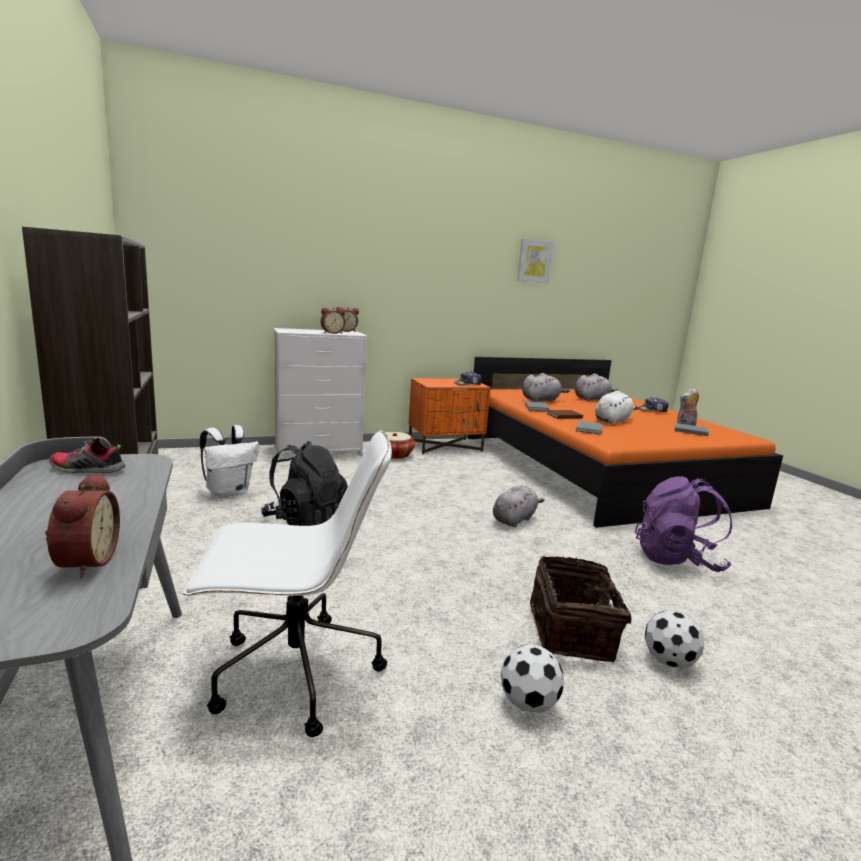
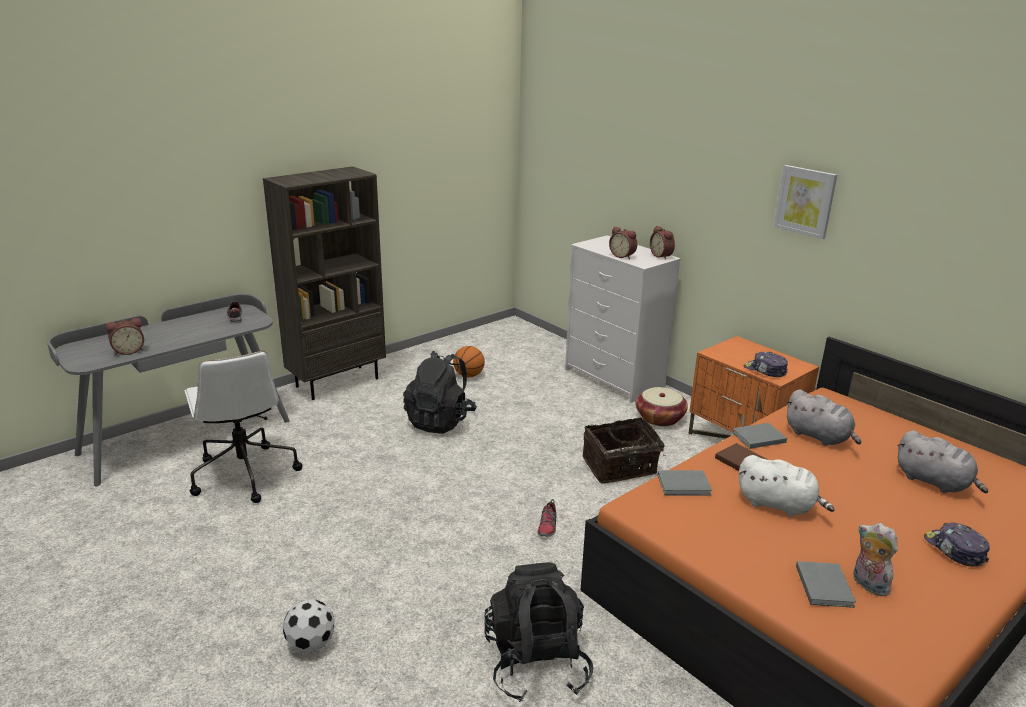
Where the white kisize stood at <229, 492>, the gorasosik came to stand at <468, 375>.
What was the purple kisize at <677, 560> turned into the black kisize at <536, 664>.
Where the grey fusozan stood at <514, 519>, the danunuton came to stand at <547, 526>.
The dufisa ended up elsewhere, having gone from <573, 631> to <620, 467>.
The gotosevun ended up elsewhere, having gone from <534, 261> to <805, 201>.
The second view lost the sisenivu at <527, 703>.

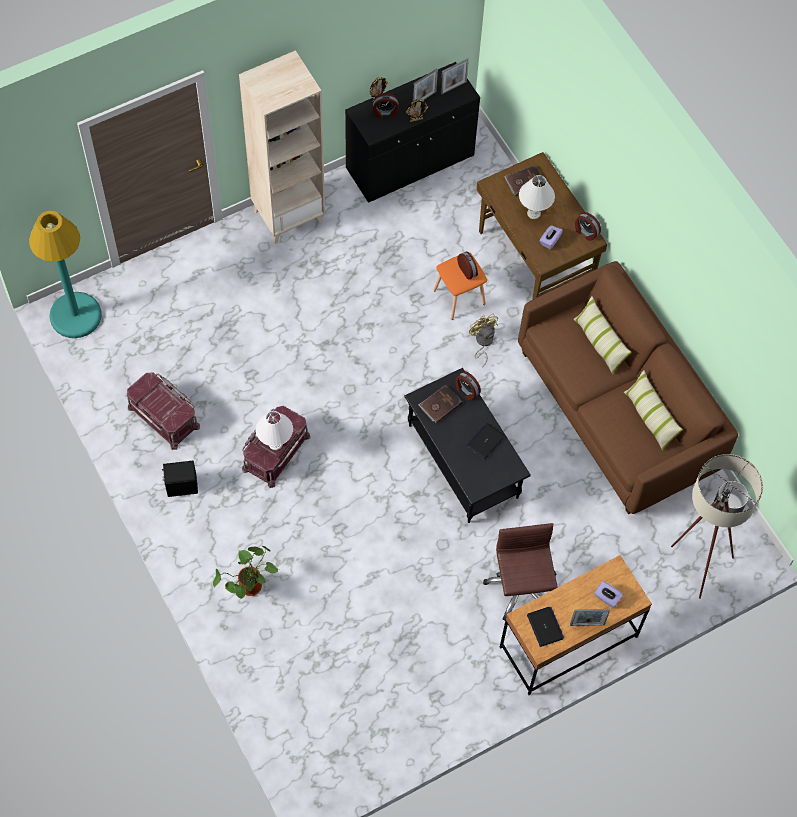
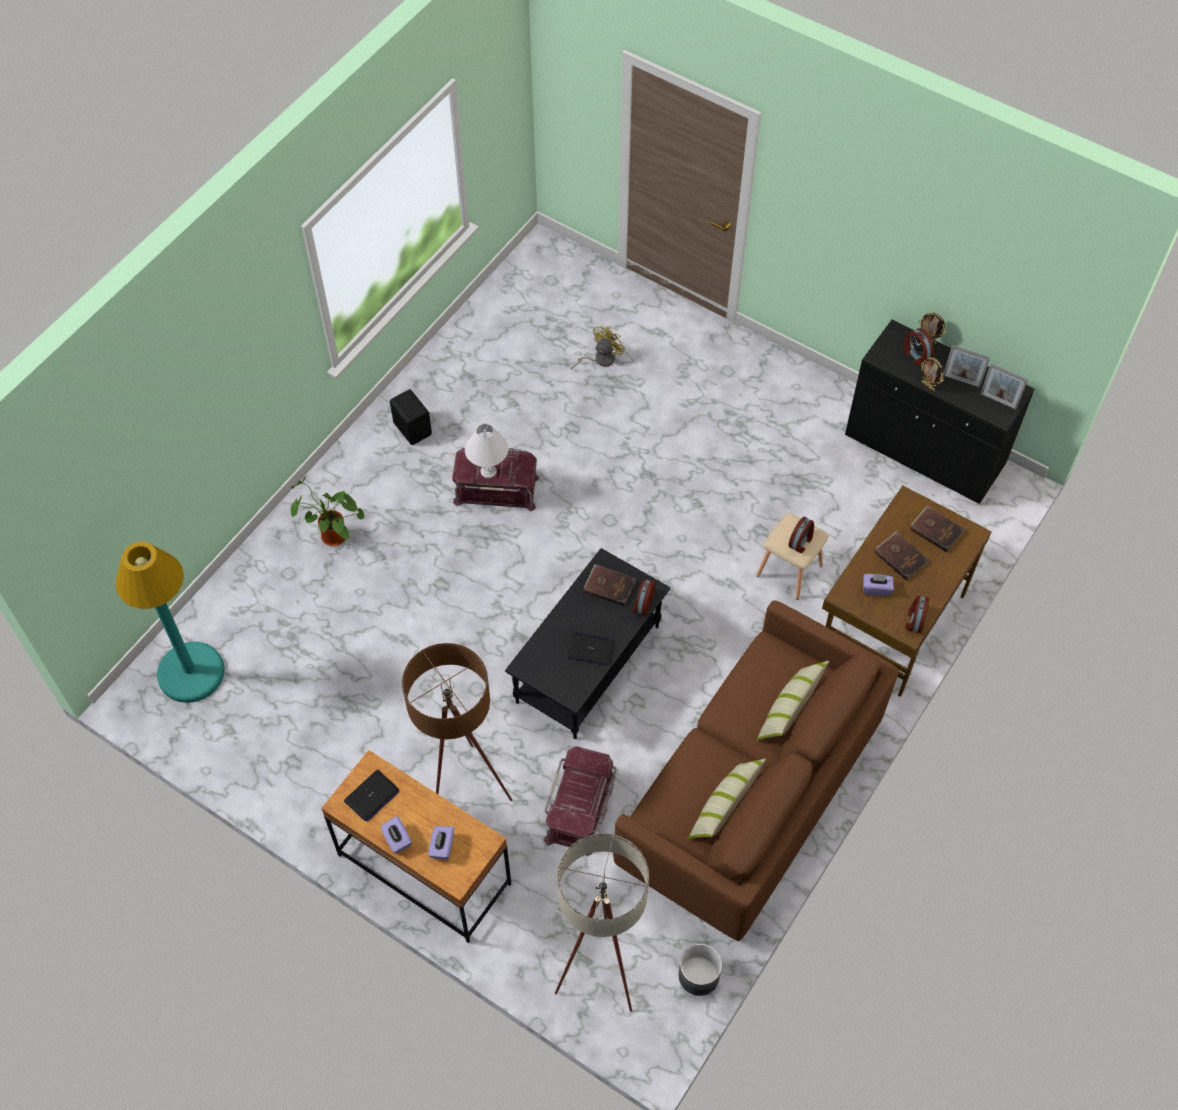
The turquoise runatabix ended up elsewhere, having gone from <75, 315> to <191, 672>.
Where the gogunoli stood at <587, 624>, the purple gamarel came to stand at <397, 839>.
Where the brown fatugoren stood at <520, 588>, the brown runatabix came to stand at <464, 790>.
The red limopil ended up elsewhere, having gone from <164, 416> to <581, 808>.
The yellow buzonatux ended up elsewhere, having gone from <482, 342> to <600, 359>.
What was the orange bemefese at <458, 296> turned into the beige bemefese at <789, 569>.
Where the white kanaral stood at <533, 213>, the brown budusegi came to stand at <901, 557>.
The second view lost the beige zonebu at <288, 215>.

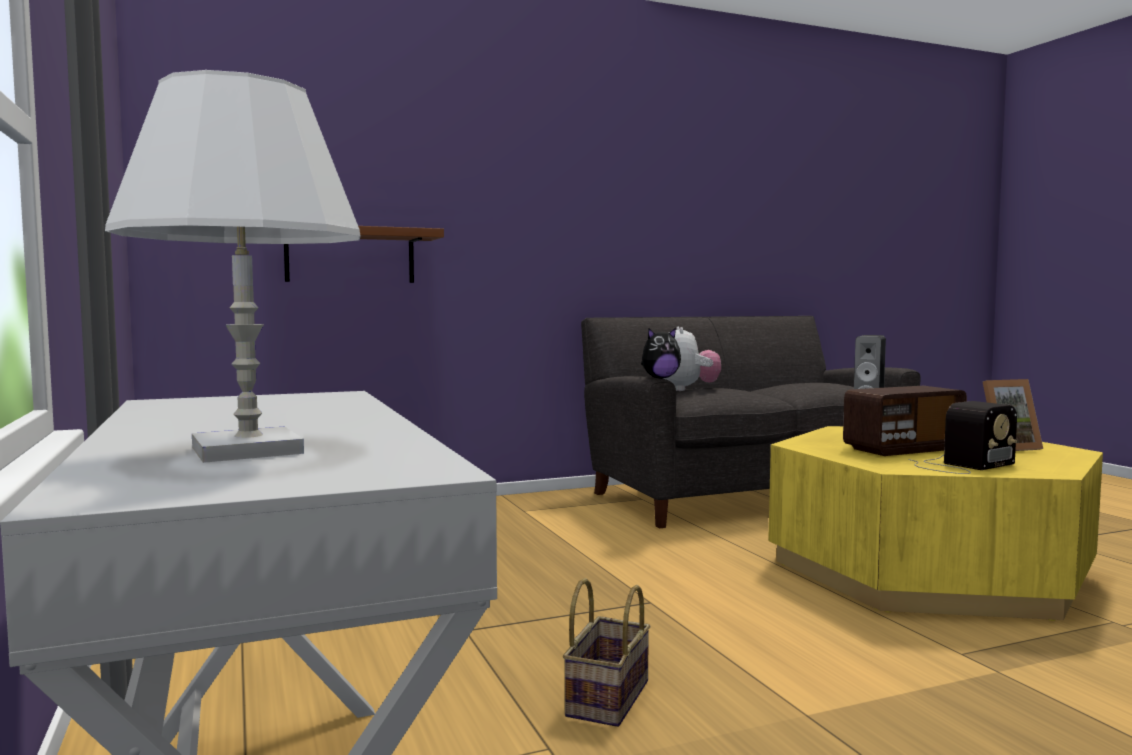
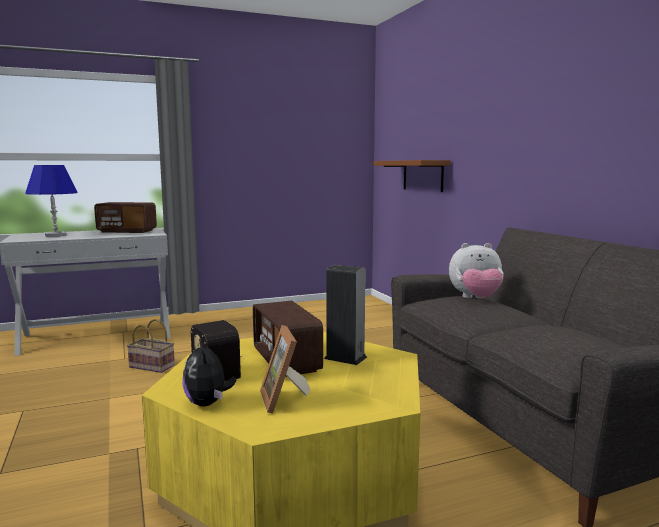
What was the white kanaral at <248, 450> turned into the blue kanaral at <55, 235>.
The second view gained the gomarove at <127, 231>.
The fusozan ended up elsewhere, having gone from <660, 378> to <208, 403>.

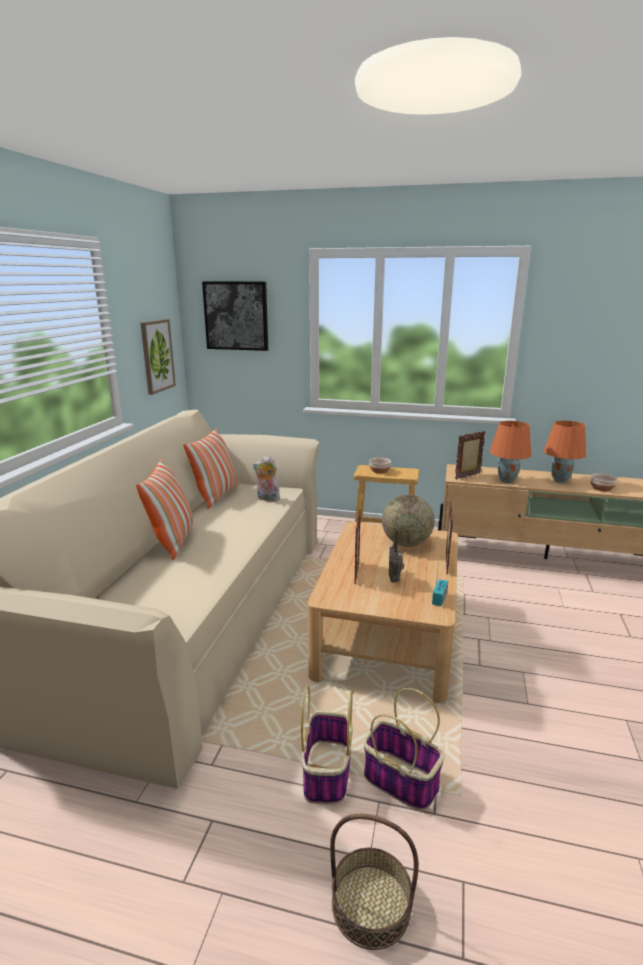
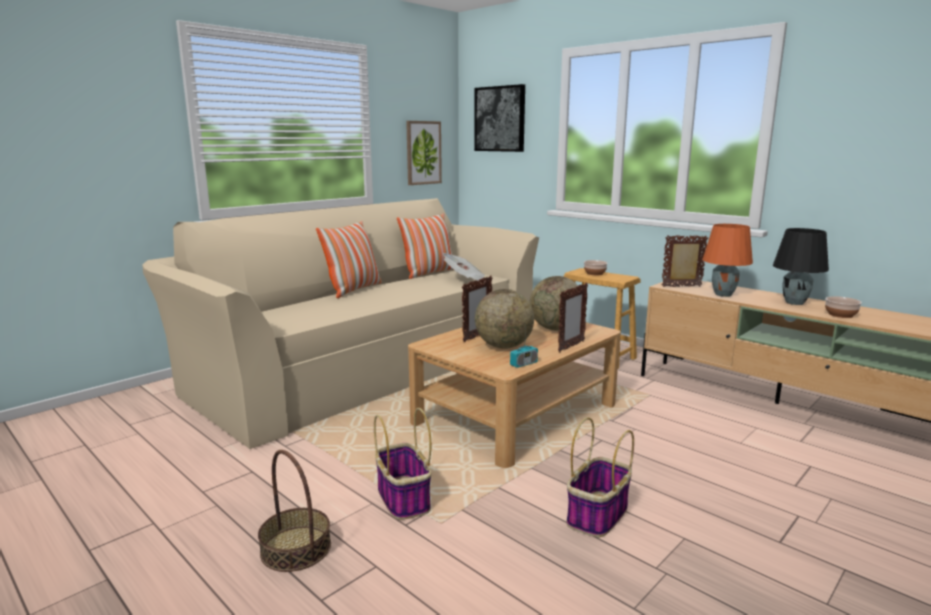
Where the fusozan stood at <267, 499>, the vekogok came to stand at <465, 280>.
Where the gomarove stood at <395, 580>, the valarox came to stand at <503, 346>.
The dufisa ended up elsewhere, having gone from <327, 773> to <597, 515>.
What was the orange kanaral at <560, 480> turned into the black kanaral at <795, 303>.

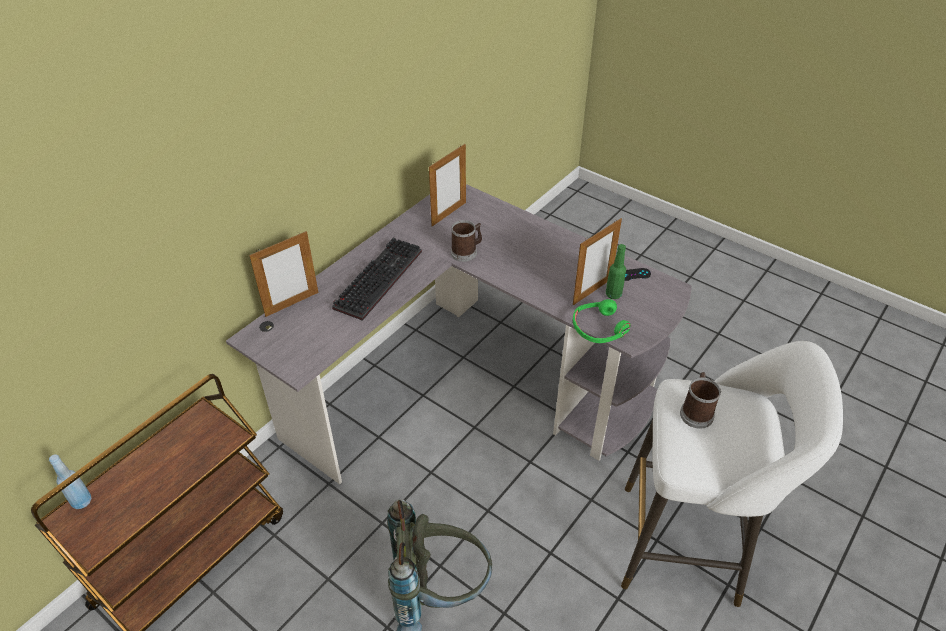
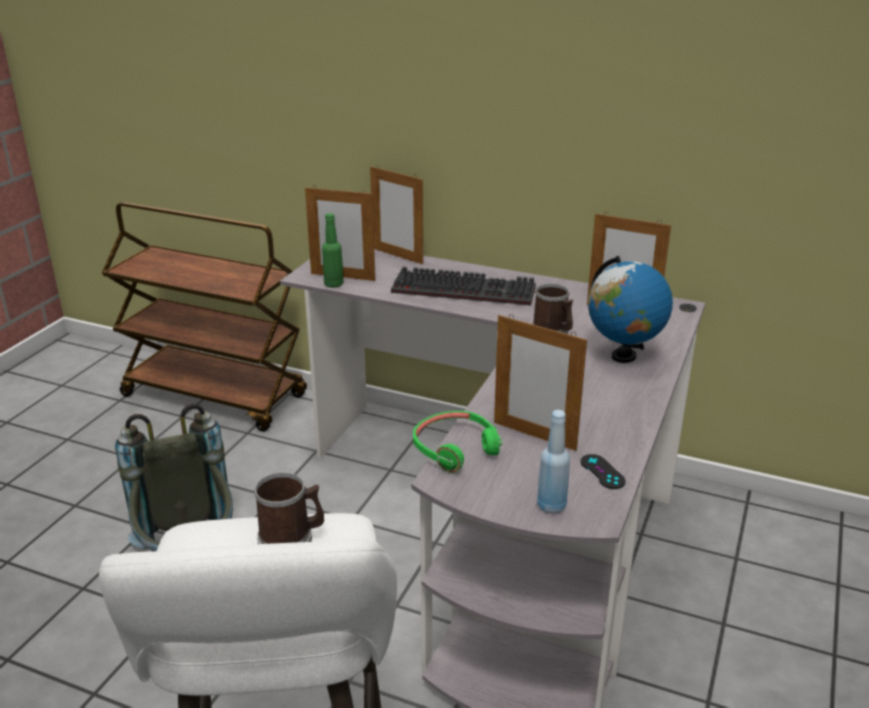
The second view gained the gogunoli at <343, 277>.
The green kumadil ended up elsewhere, having gone from <613, 294> to <333, 284>.
The blue kumadil ended up elsewhere, having gone from <82, 501> to <551, 506>.
The second view gained the valarox at <623, 356>.

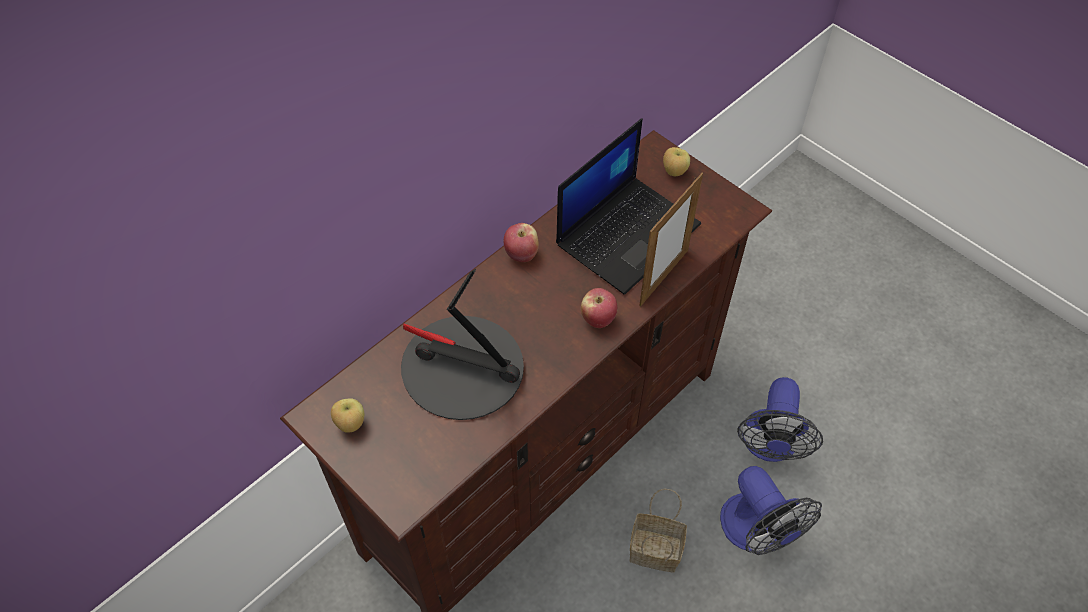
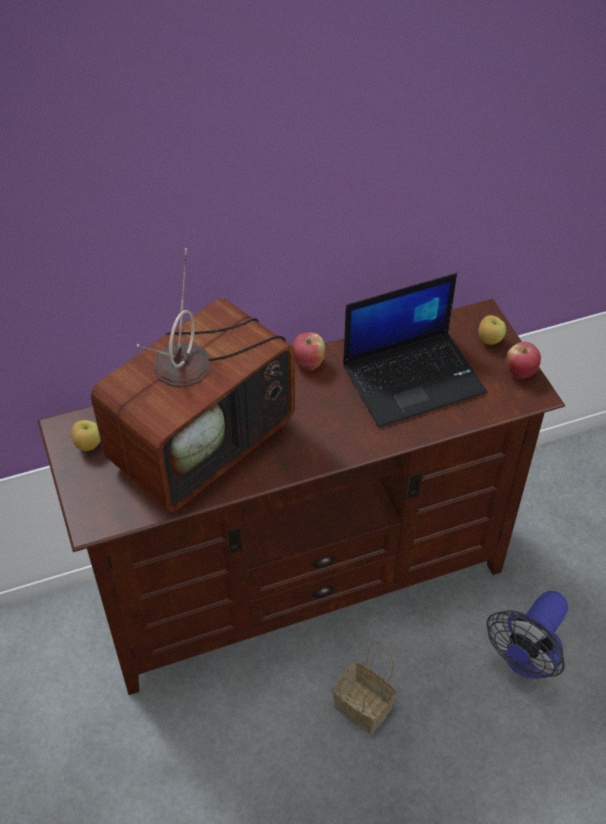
Where the kanaral stood at <462, 370>, the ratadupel came to stand at <202, 437>.
The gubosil ended up elsewhere, having gone from <597, 319> to <520, 372>.
The second view lost the gogunoli at <664, 277>.
The second view lost the buzonatux at <757, 532>.

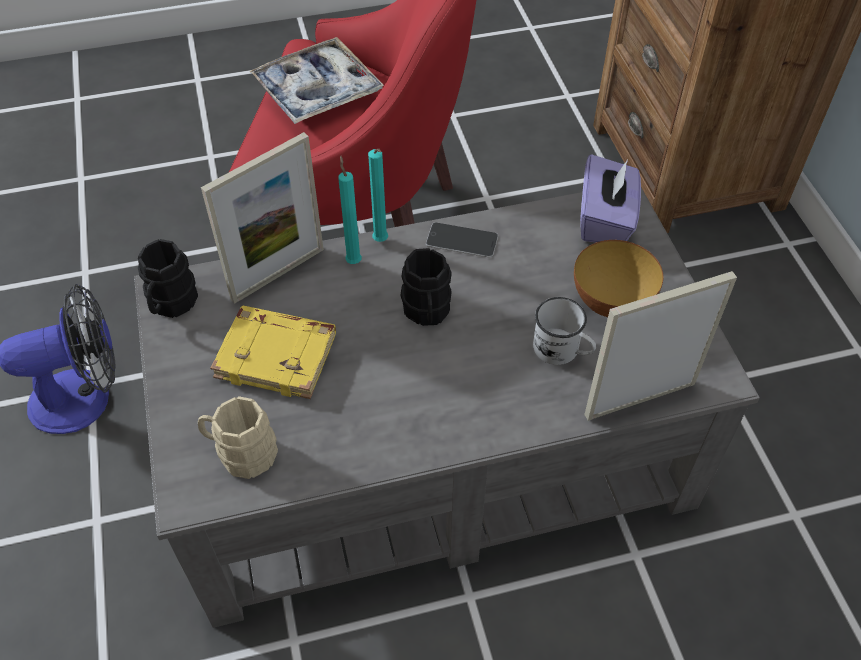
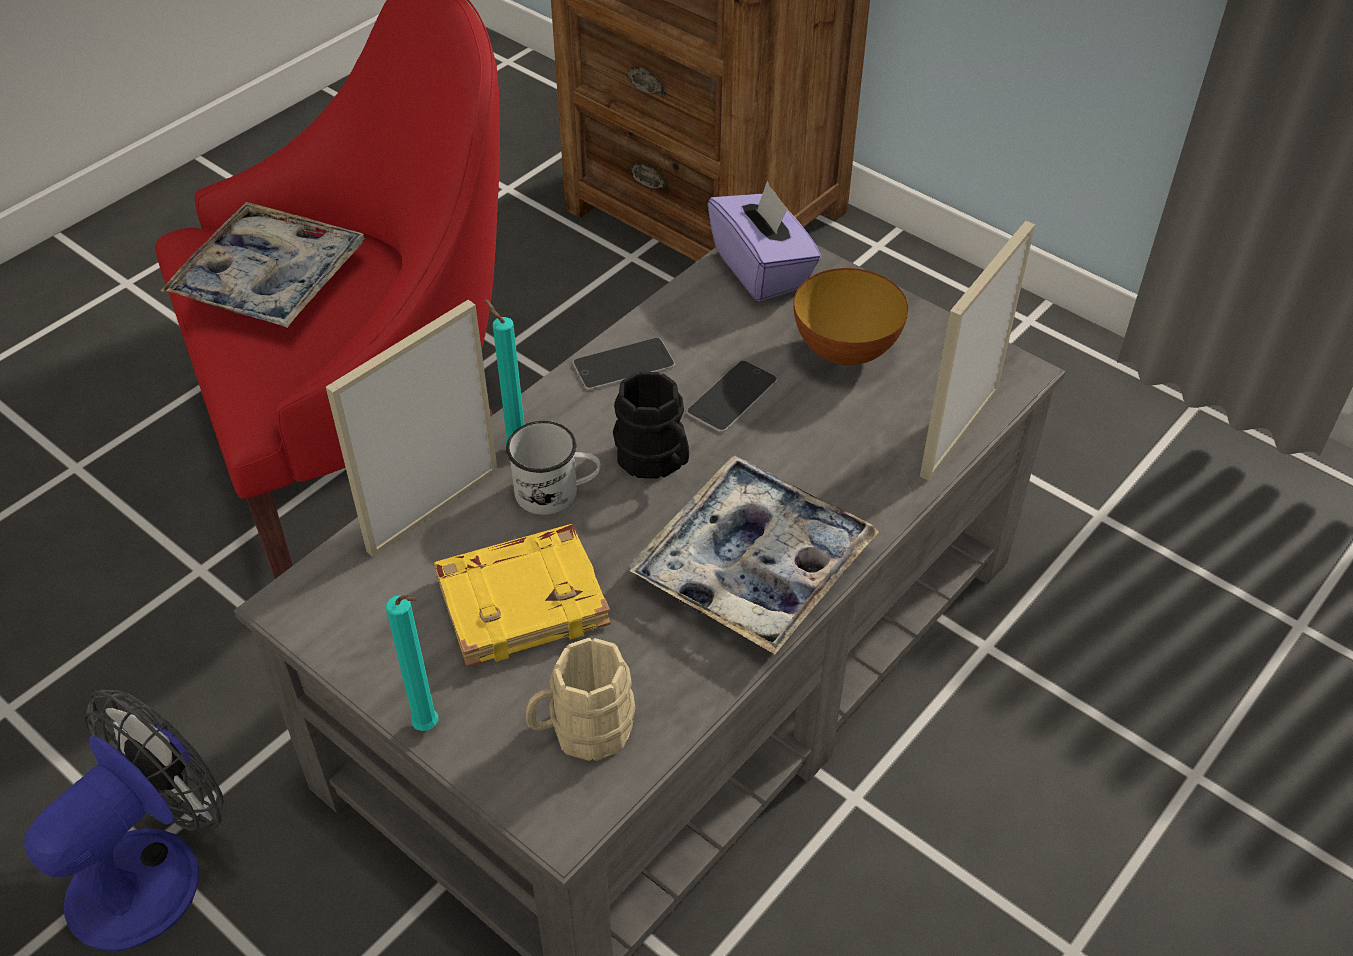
The gogunoli at <278, 274> ended up facing another way, 150 degrees counterclockwise from before.
The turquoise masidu ended up elsewhere, having gone from <381, 242> to <429, 728>.
The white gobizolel ended up elsewhere, having gone from <562, 351> to <557, 492>.
The second view gained the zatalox at <753, 566>.
The second view gained the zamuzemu at <732, 396>.
The second view lost the black gobizolel at <171, 304>.

